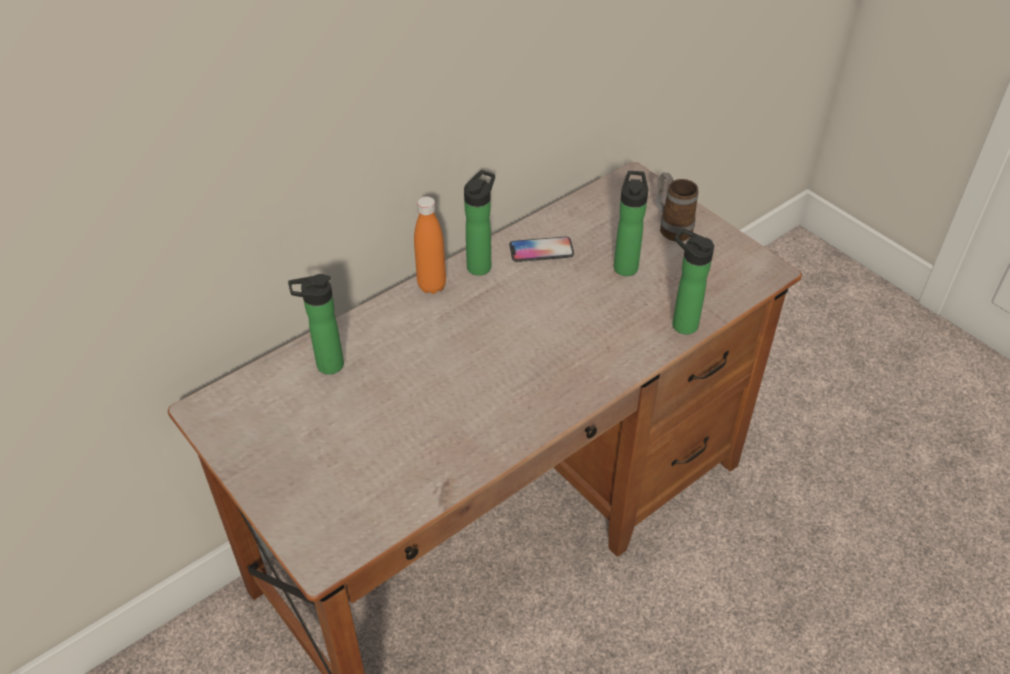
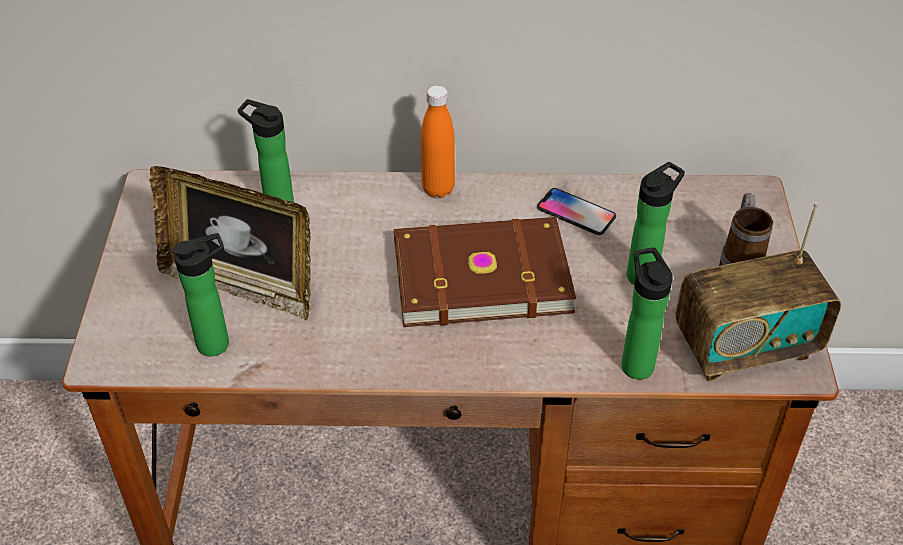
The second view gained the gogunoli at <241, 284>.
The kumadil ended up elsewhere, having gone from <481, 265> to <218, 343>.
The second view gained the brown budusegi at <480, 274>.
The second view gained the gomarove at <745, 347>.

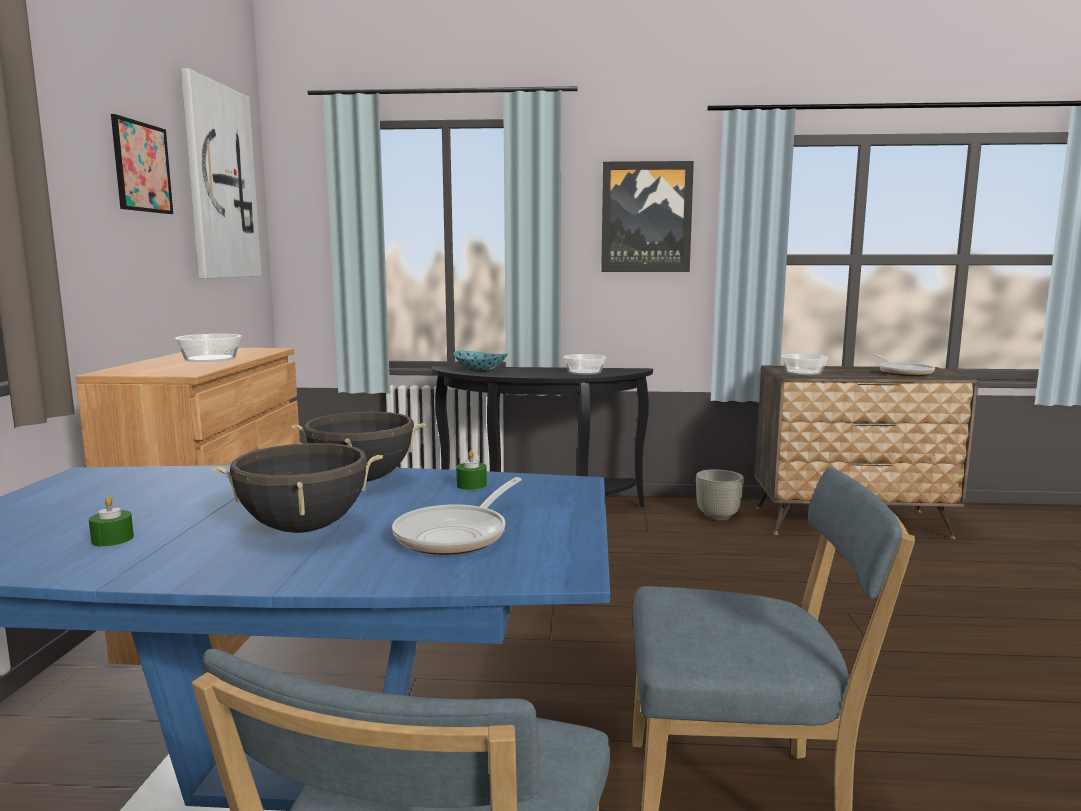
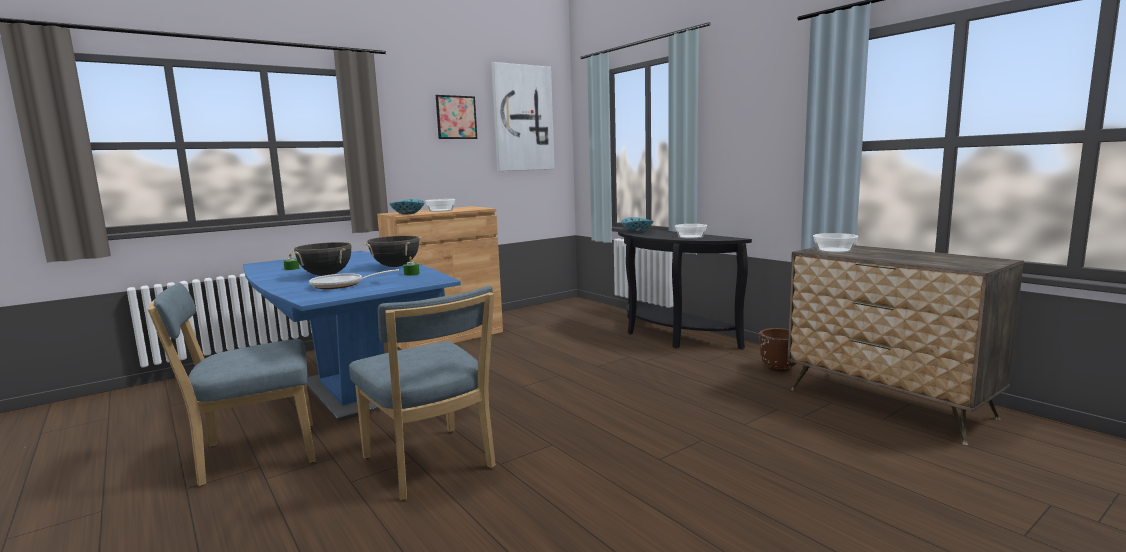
The second view gained the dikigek at <408, 213>.
What was the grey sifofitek at <717, 516> turned into the brown sifofitek at <779, 368>.
The second view lost the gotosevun at <646, 217>.
The second view lost the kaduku at <903, 372>.

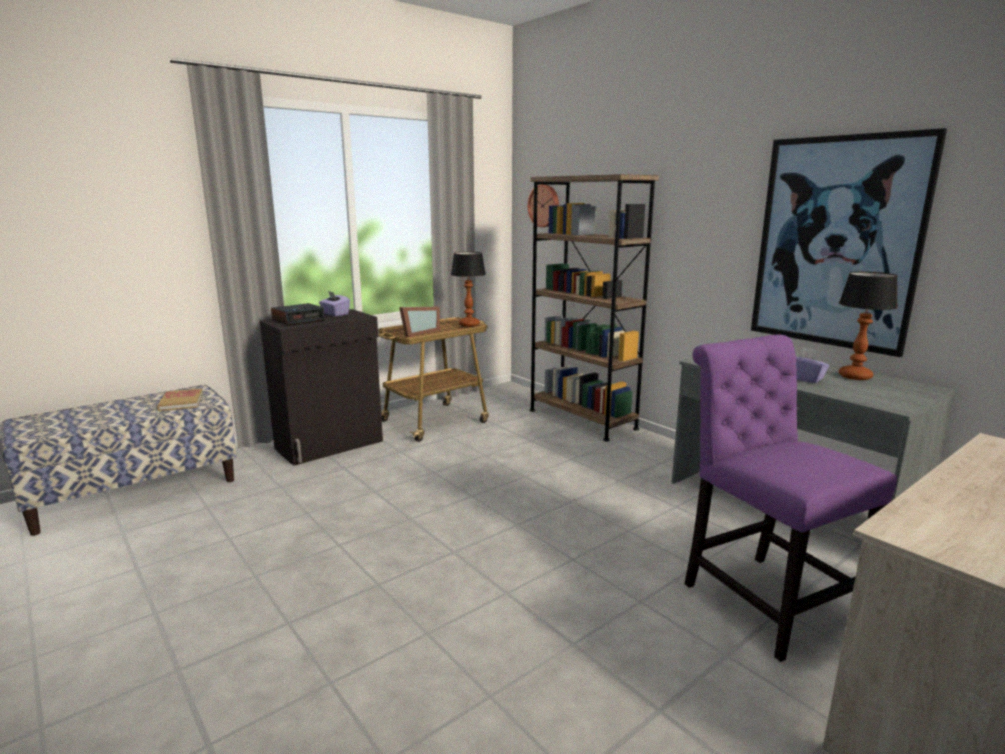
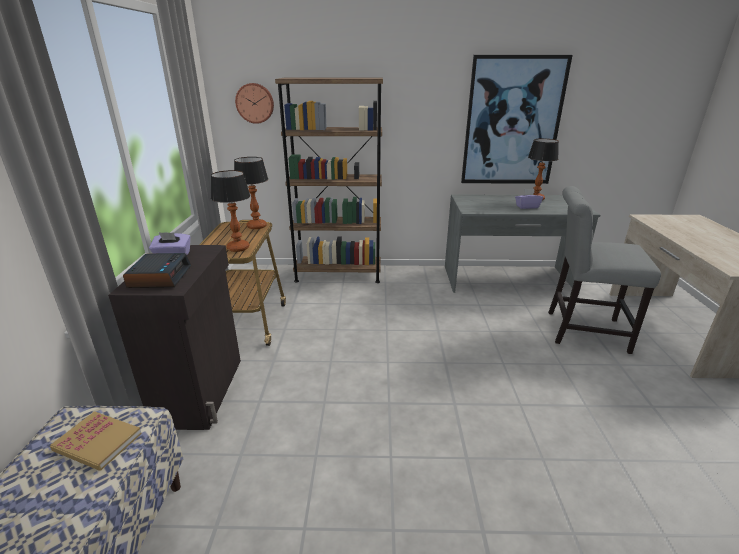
Where the gogunoli stood at <418, 333>, the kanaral came to stand at <238, 248>.
What was the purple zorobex at <762, 598> turned into the grey zorobex at <581, 331>.

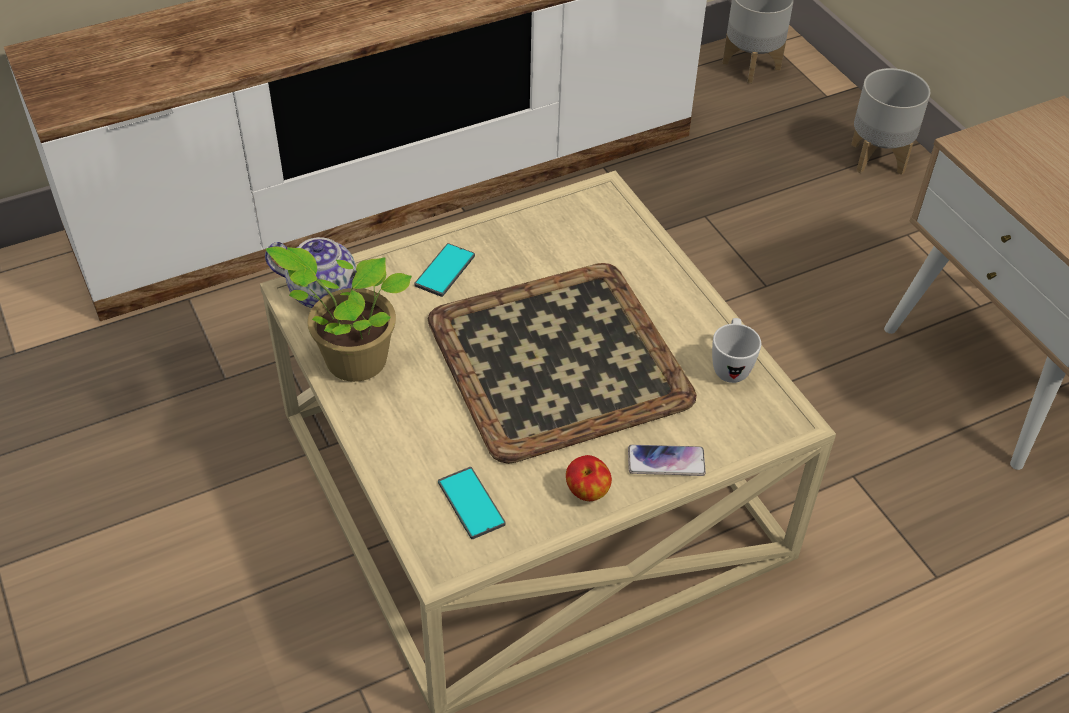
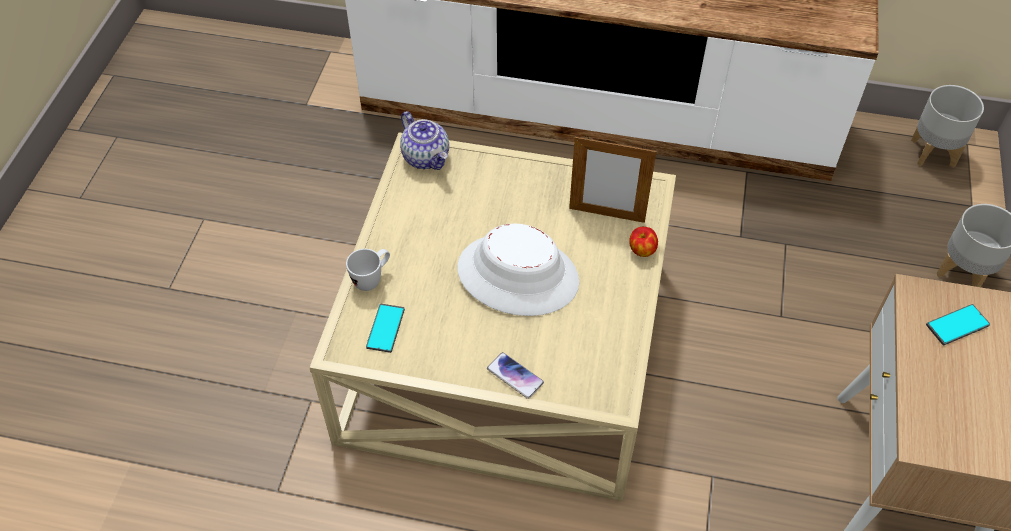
The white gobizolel ended up elsewhere, having gone from <730, 366> to <372, 279>.
Where the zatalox stood at <559, 357>, the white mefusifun came to stand at <518, 275>.
The second view gained the gogunoli at <606, 215>.
The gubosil ended up elsewhere, having gone from <587, 492> to <642, 250>.
The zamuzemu ended up elsewhere, having gone from <445, 271> to <957, 325>.
The second view lost the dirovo at <351, 360>.

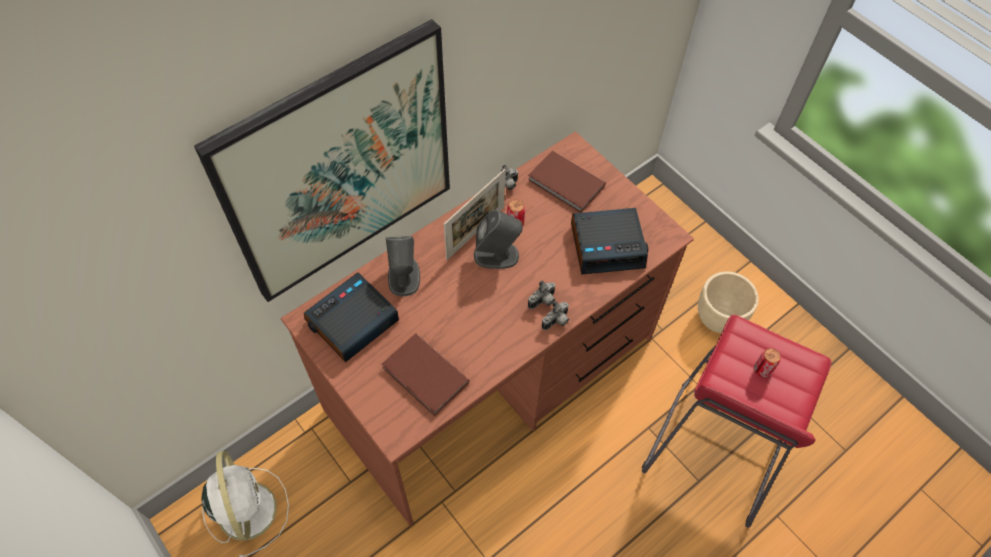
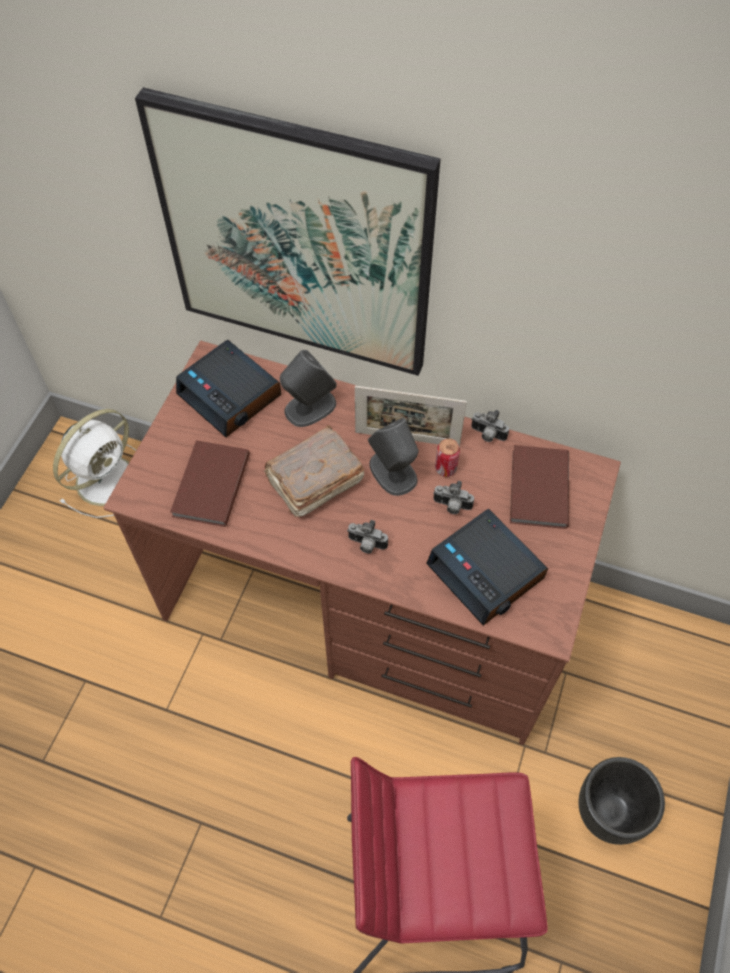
The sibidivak at <352, 322> ended up facing another way, 150 degrees counterclockwise from before.
The second view gained the brown budusegi at <313, 481>.
The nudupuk ended up elsewhere, having gone from <556, 322> to <451, 506>.
What was the beige sifofitek at <718, 319> turned into the black sifofitek at <608, 813>.
The second view lost the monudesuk at <762, 369>.

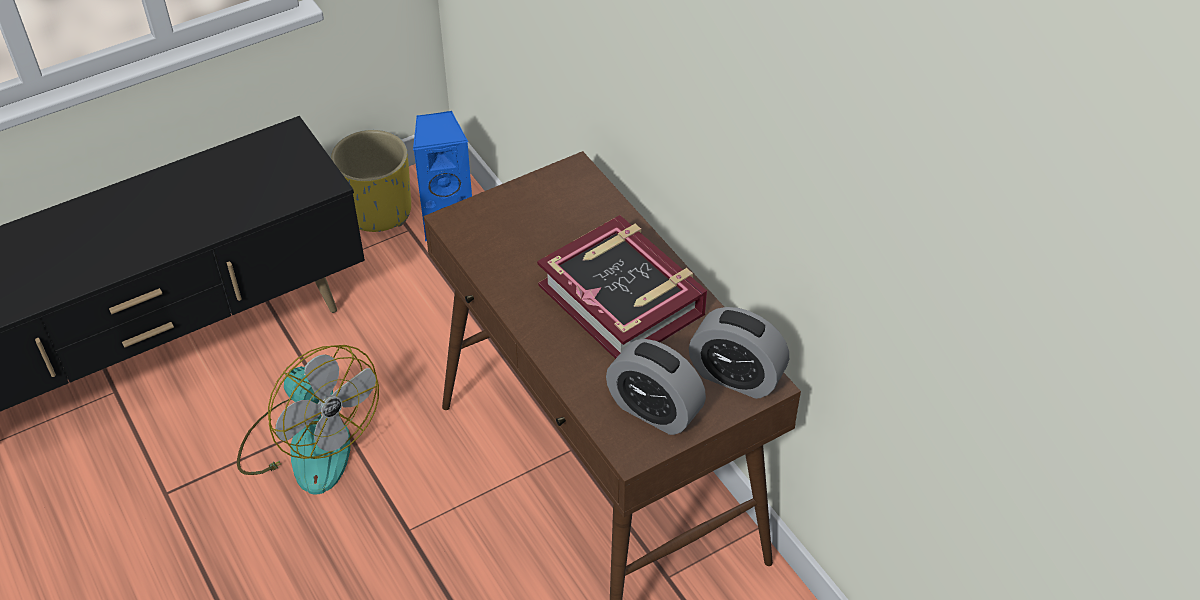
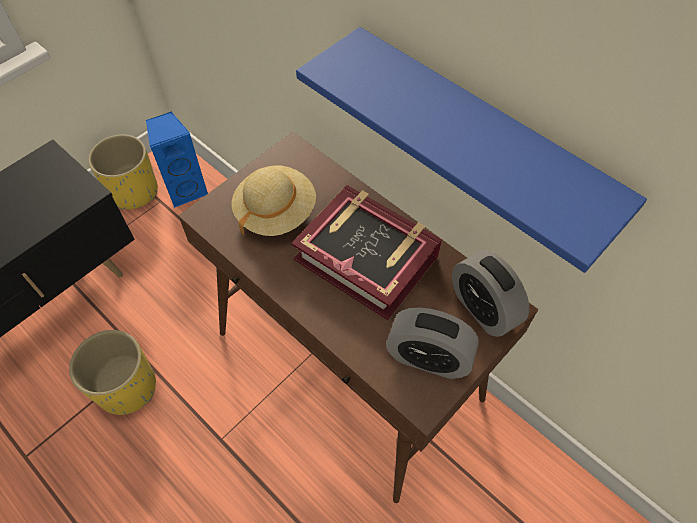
Where the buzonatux stood at <308, 443>, the yellow sifofitek came to stand at <127, 387>.
The second view gained the beige mefusifun at <275, 212>.
The second view gained the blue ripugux at <478, 141>.
The sibidivak at <736, 376> ended up facing another way, 45 degrees clockwise from before.

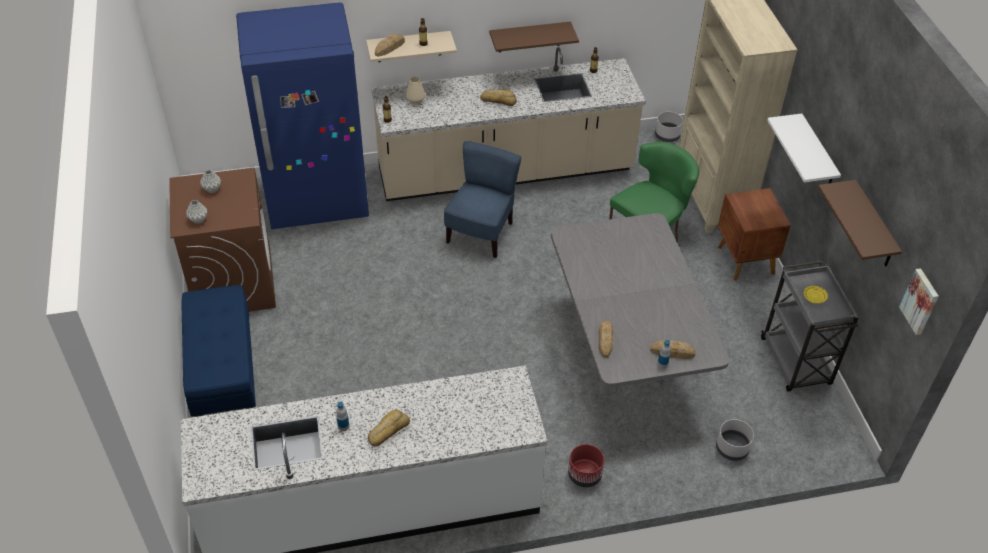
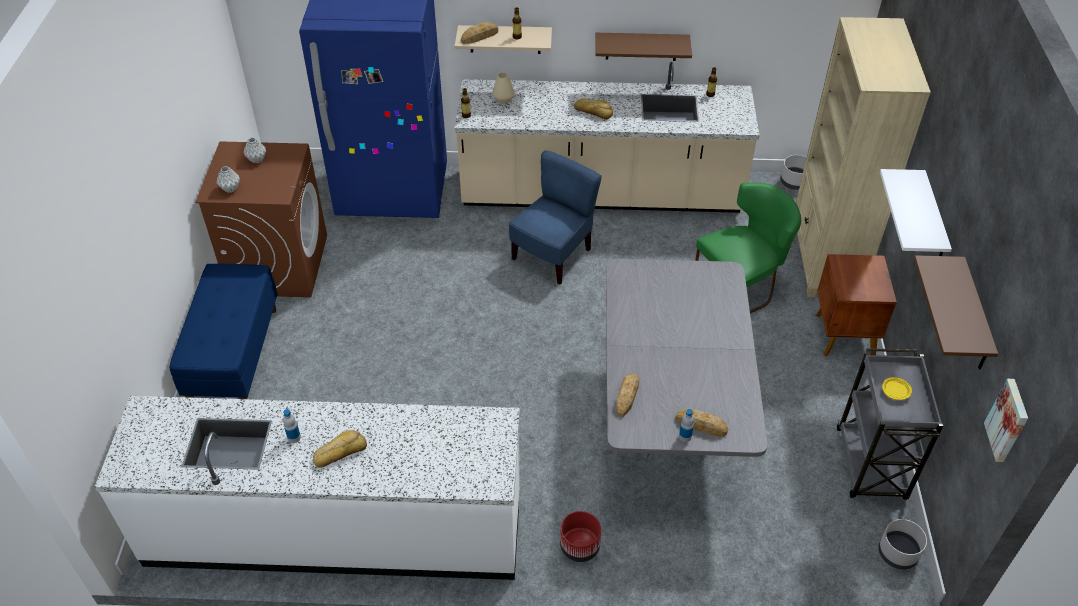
The grey sifofitek ended up elsewhere, having gone from <732, 448> to <897, 553>.

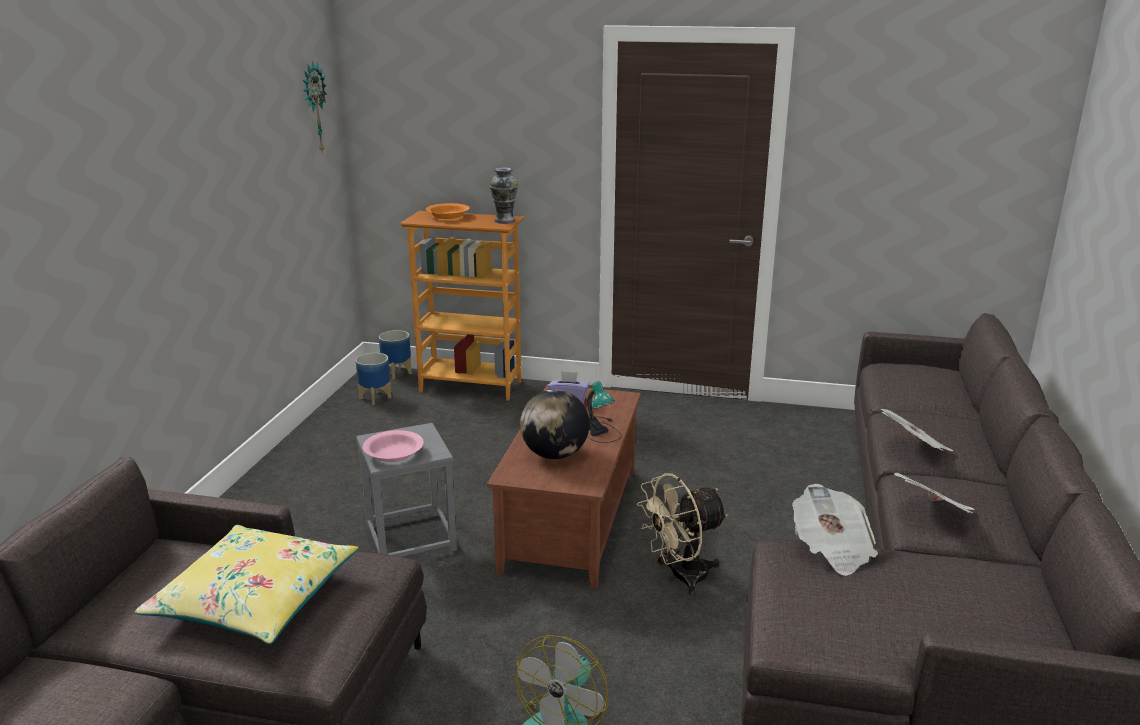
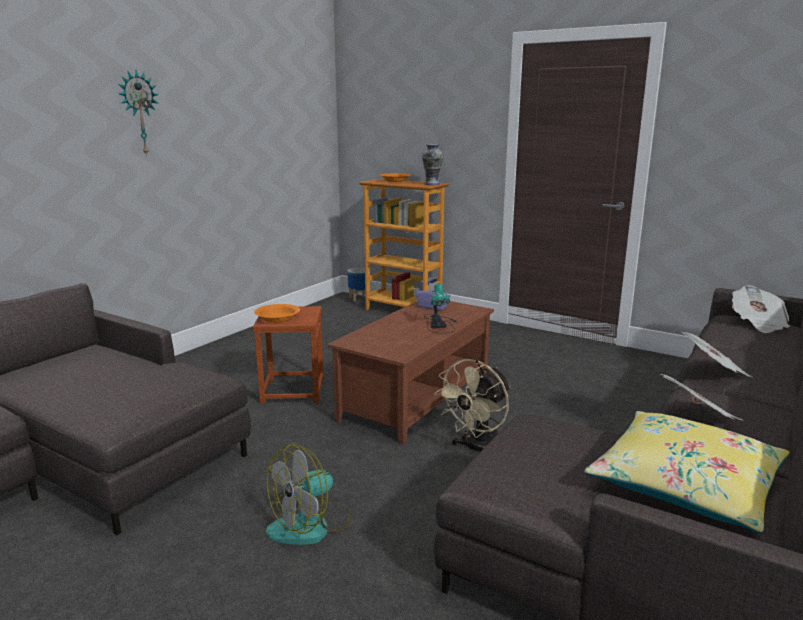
The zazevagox ended up elsewhere, having gone from <313, 108> to <139, 113>.
What was the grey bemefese at <410, 538> turned into the brown bemefese at <292, 390>.
What was the pink dikigek at <394, 454> turned into the orange dikigek at <277, 318>.
The beige buzonatux at <680, 577> ended up facing another way, 45 degrees counterclockwise from before.
The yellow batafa ended up elsewhere, having gone from <255, 598> to <685, 483>.
The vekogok ended up elsewhere, having gone from <832, 549> to <757, 323>.
The second view lost the sifofitek at <375, 398>.
The second view lost the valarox at <554, 455>.

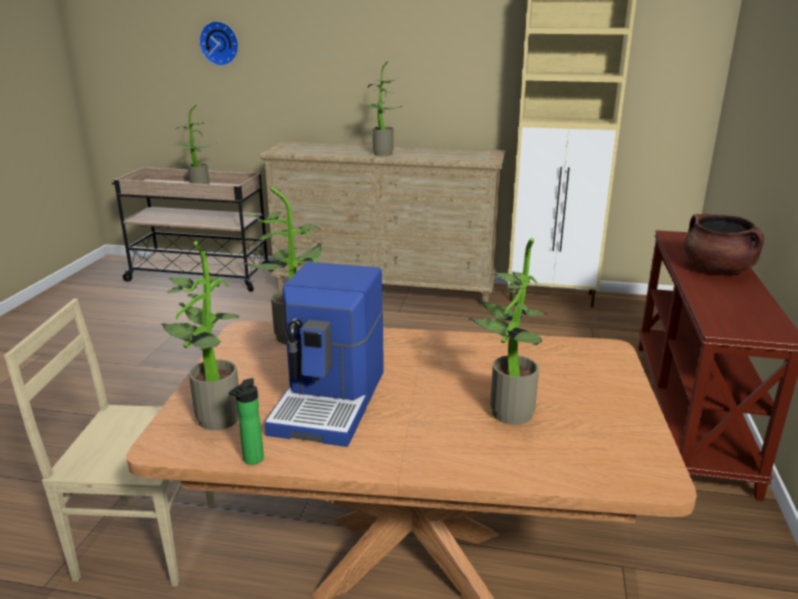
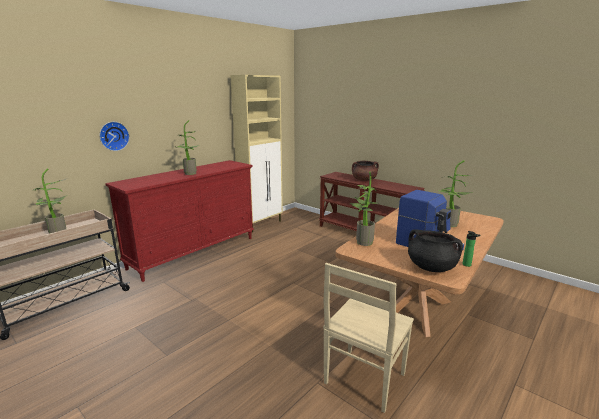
The zazevagox ended up elsewhere, having gone from <220, 43> to <113, 136>.
What was the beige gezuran at <386, 288> turned into the red gezuran at <194, 252>.
Where the dirovo stood at <212, 417>, the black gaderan came to stand at <431, 267>.

